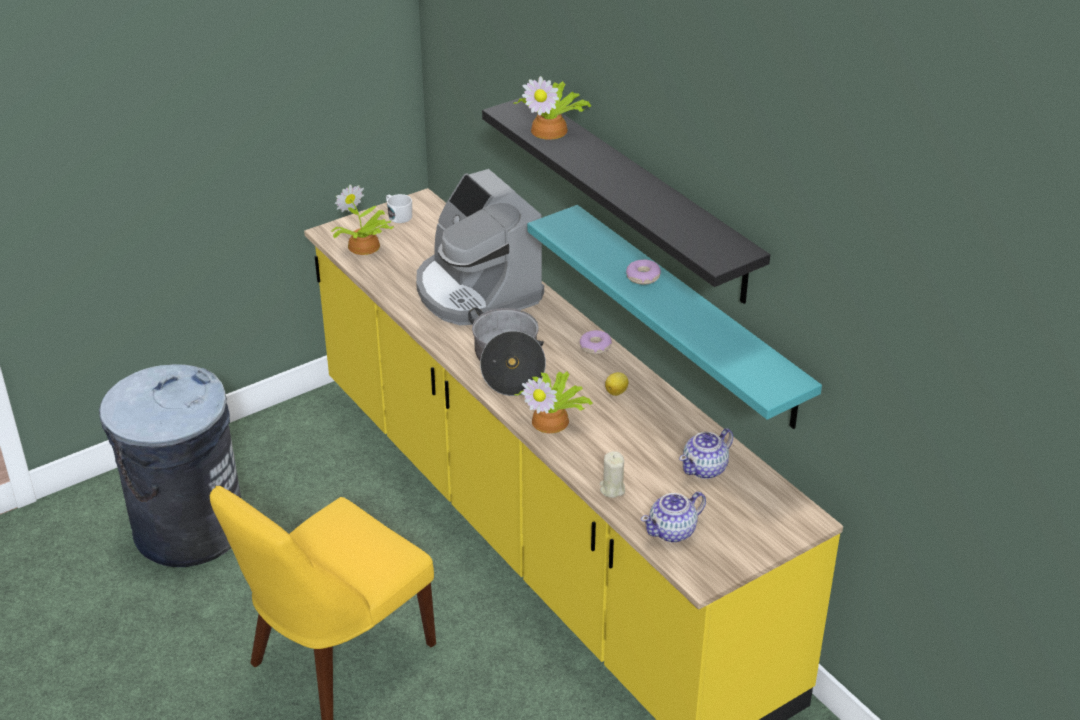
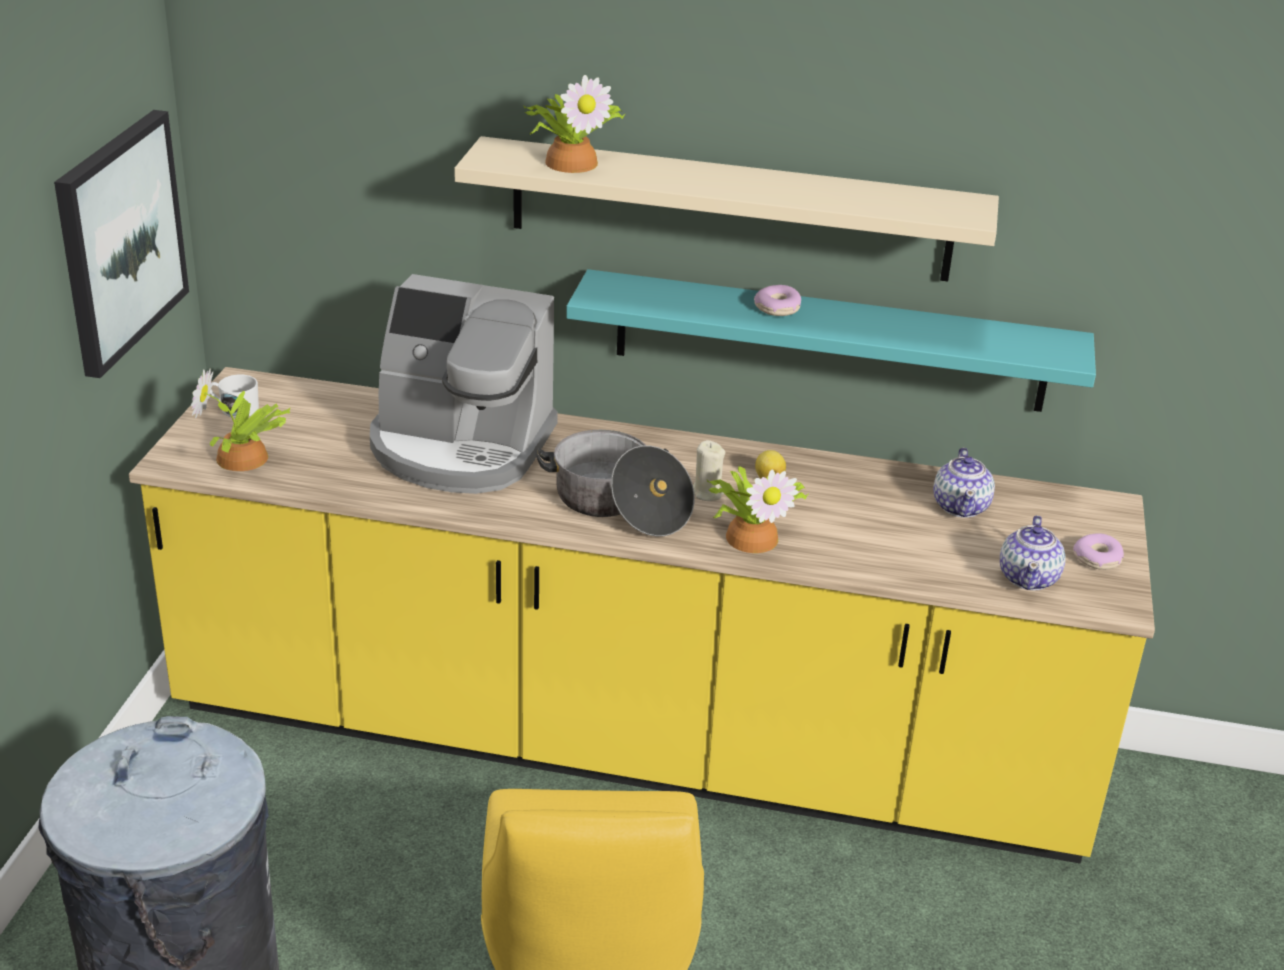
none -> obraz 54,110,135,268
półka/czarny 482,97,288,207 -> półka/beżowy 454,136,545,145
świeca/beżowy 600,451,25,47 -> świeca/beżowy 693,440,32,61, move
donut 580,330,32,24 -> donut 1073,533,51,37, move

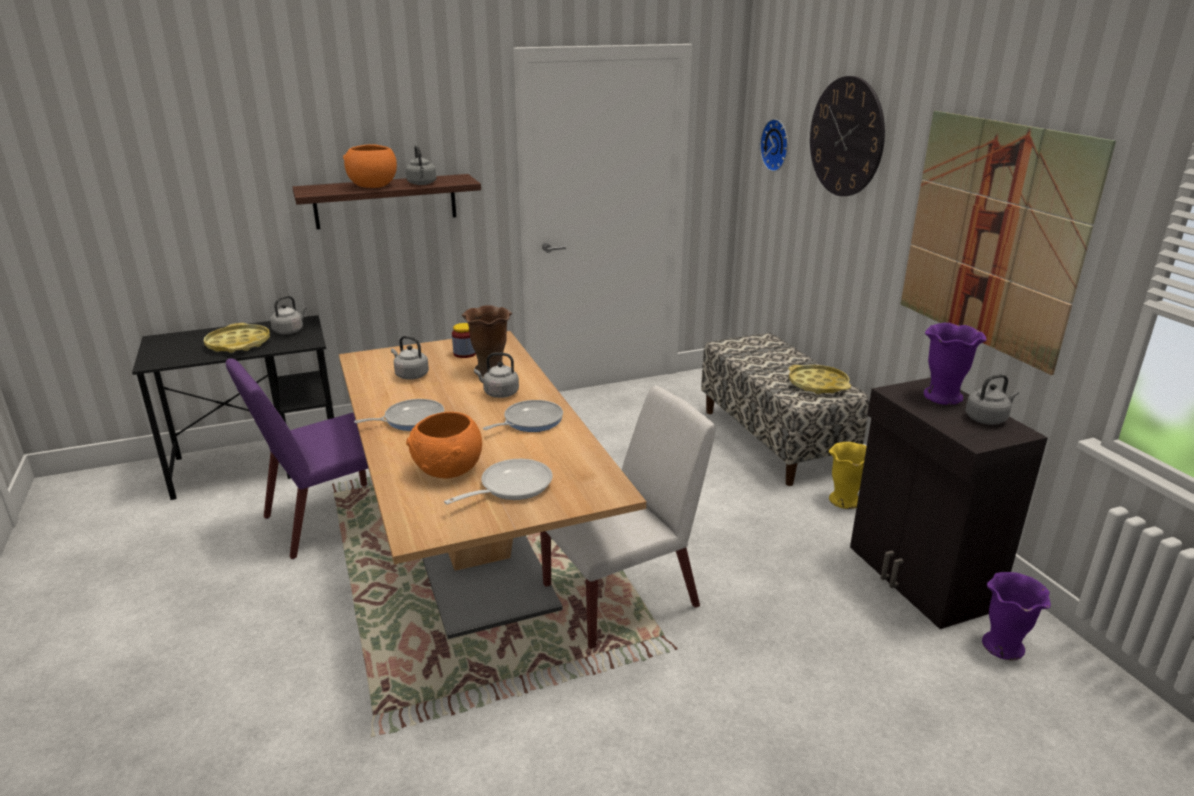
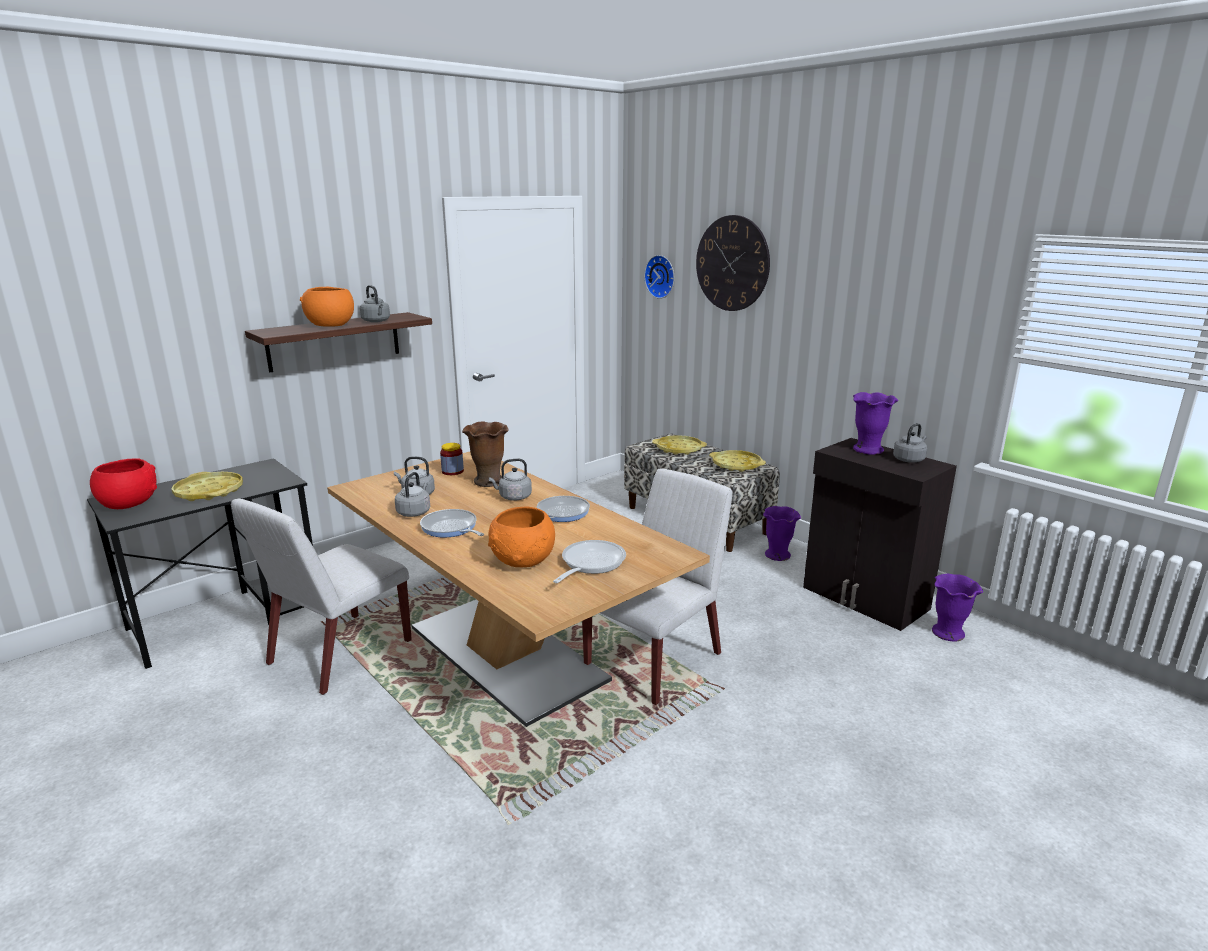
none -> miska/czerwony 90,458,67,51
krzesło/fioletowy 226,358,142,201 -> krzesło/biały 231,499,181,196
czajnik/szary 270,296,37,38 -> czajnik/szary 395,472,35,45, move
patelnia 354,399,90,32 -> patelnia 420,509,64,29, 90 degrees counterclockwise
none -> taca/żółty 652,435,55,20
wazon/żółty 829,442,38,67 -> wazon/fioletowy 763,506,38,55
obraz 901,111,215,264 -> none

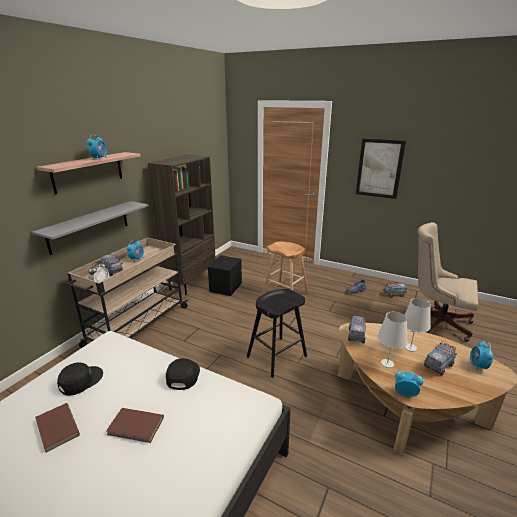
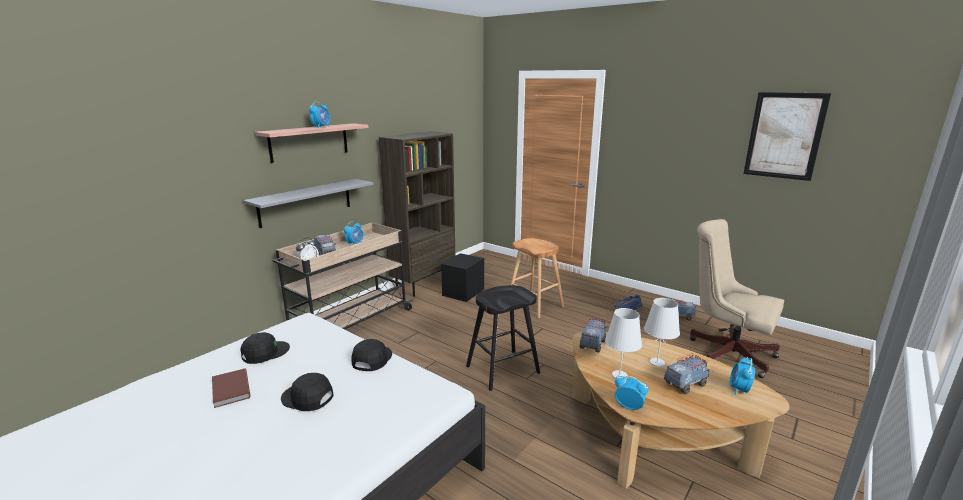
książka/brązowy 106,408,58,35 -> czapka z daszkiem/czarny 281,373,53,38
obraz 356,138,50,61 -> obraz 744,92,87,89, move

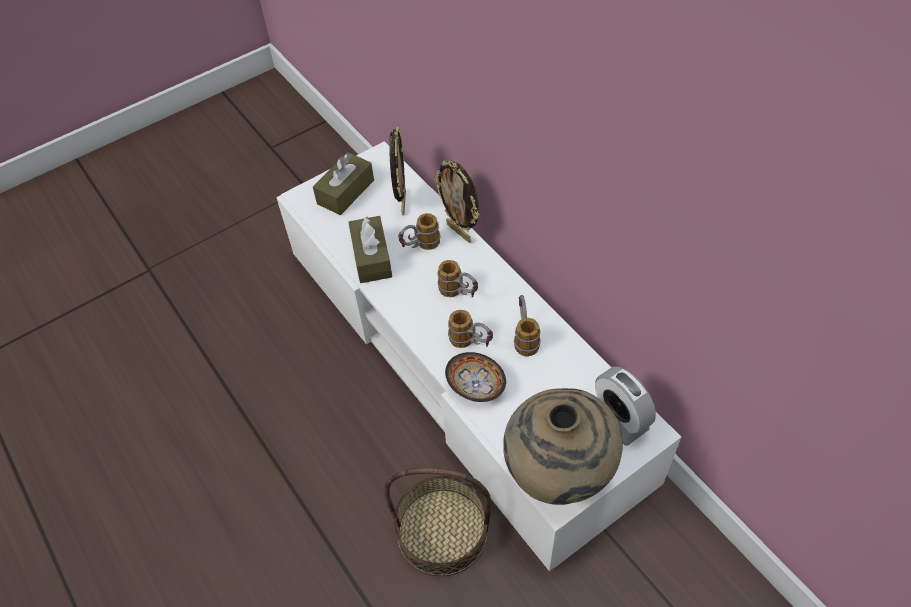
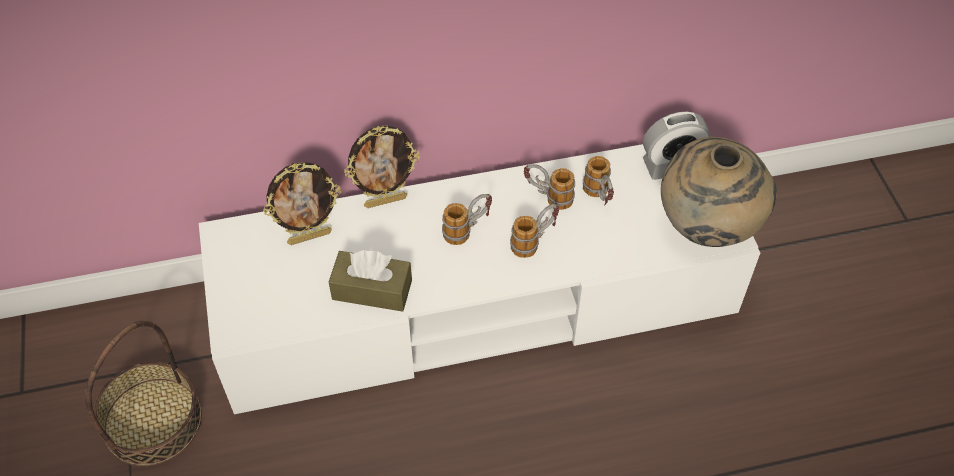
koszyk 384,468,107,109 -> koszyk 85,320,117,146, move
ramka na zdjęcie 389,126,17,90 -> ramka na zdjęcie 263,162,78,83, 135 degrees clockwise
kubek 398,213,42,37 -> kubek 583,156,31,50, move
pudełko chusteczek/brązowy 313,152,61,63 -> none
miska 445,352,61,50 -> none

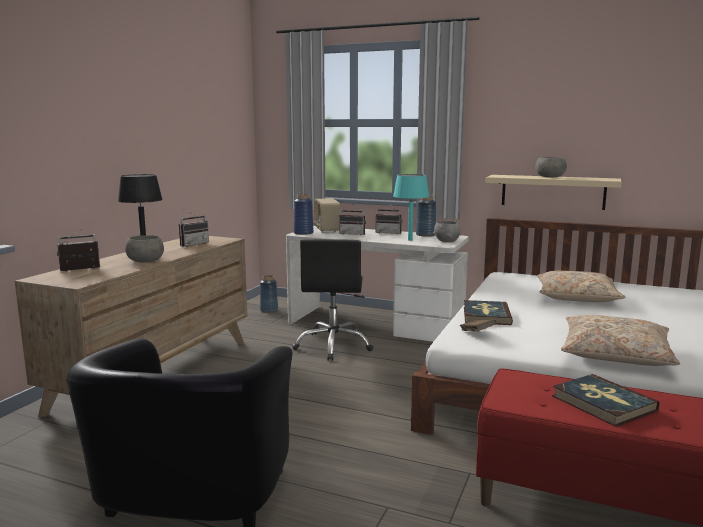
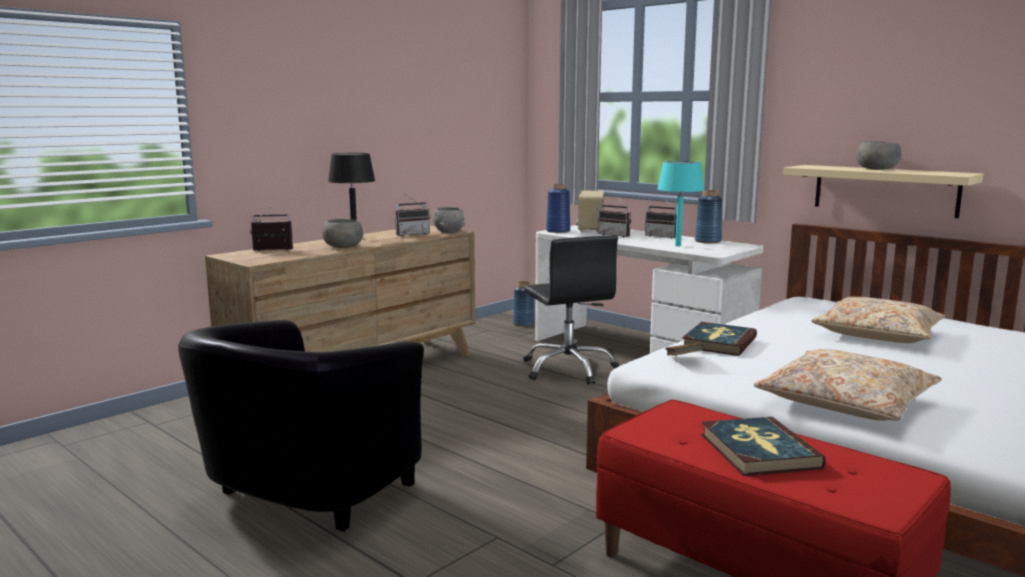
miska/szary 433,221,28,21 -> miska/szary 433,207,32,26, move
krzesło biurowe/czarny 292,239,81,121 -> krzesło biurowe/czarny 523,236,96,149, 45 degrees counterclockwise

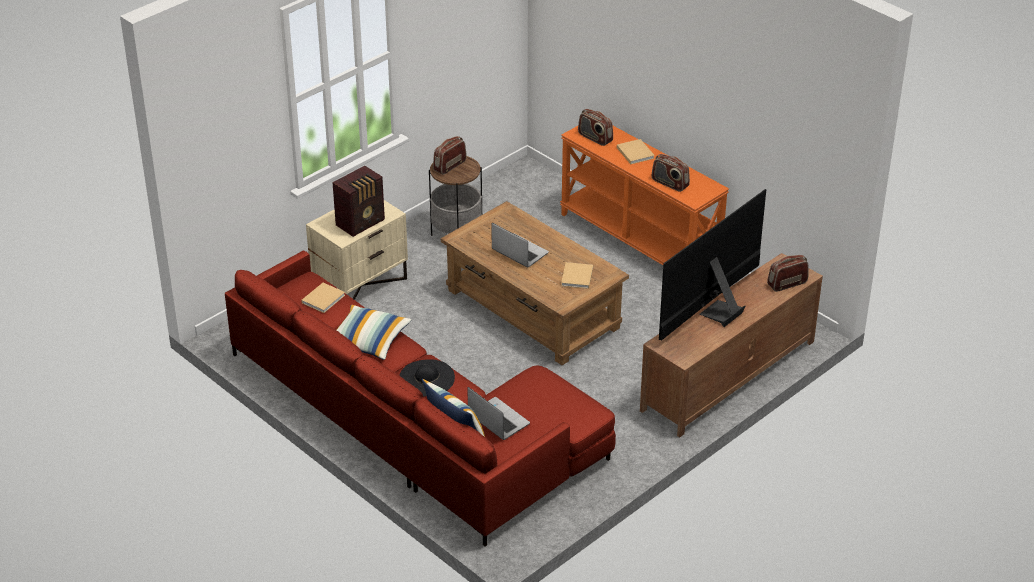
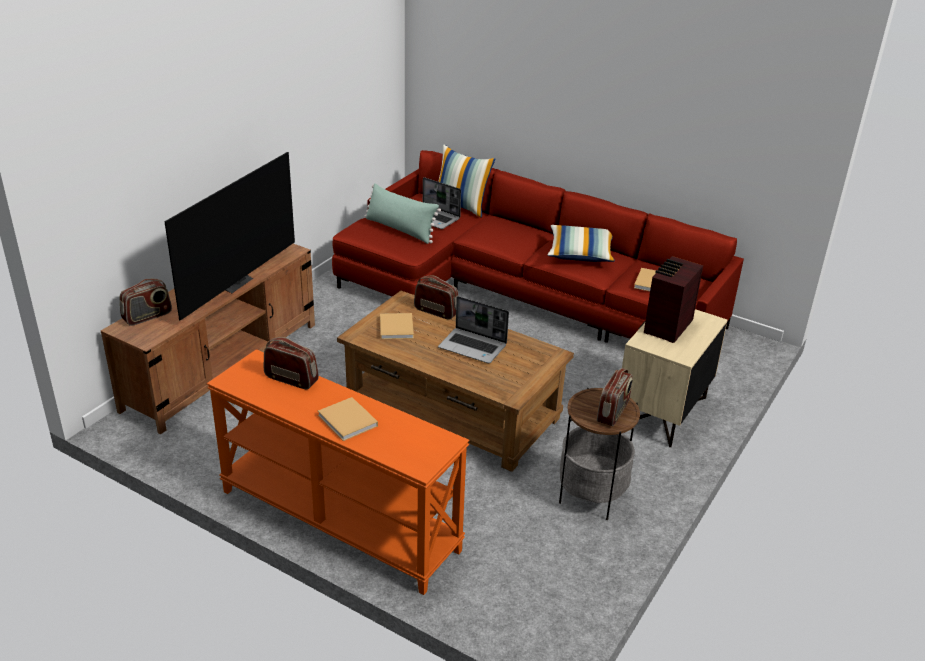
none -> poduszka/zielony 364,183,77,61
radio 578,109,35,37 -> radio 414,276,44,44, move
kapelusz/czarny 399,359,56,38 -> none

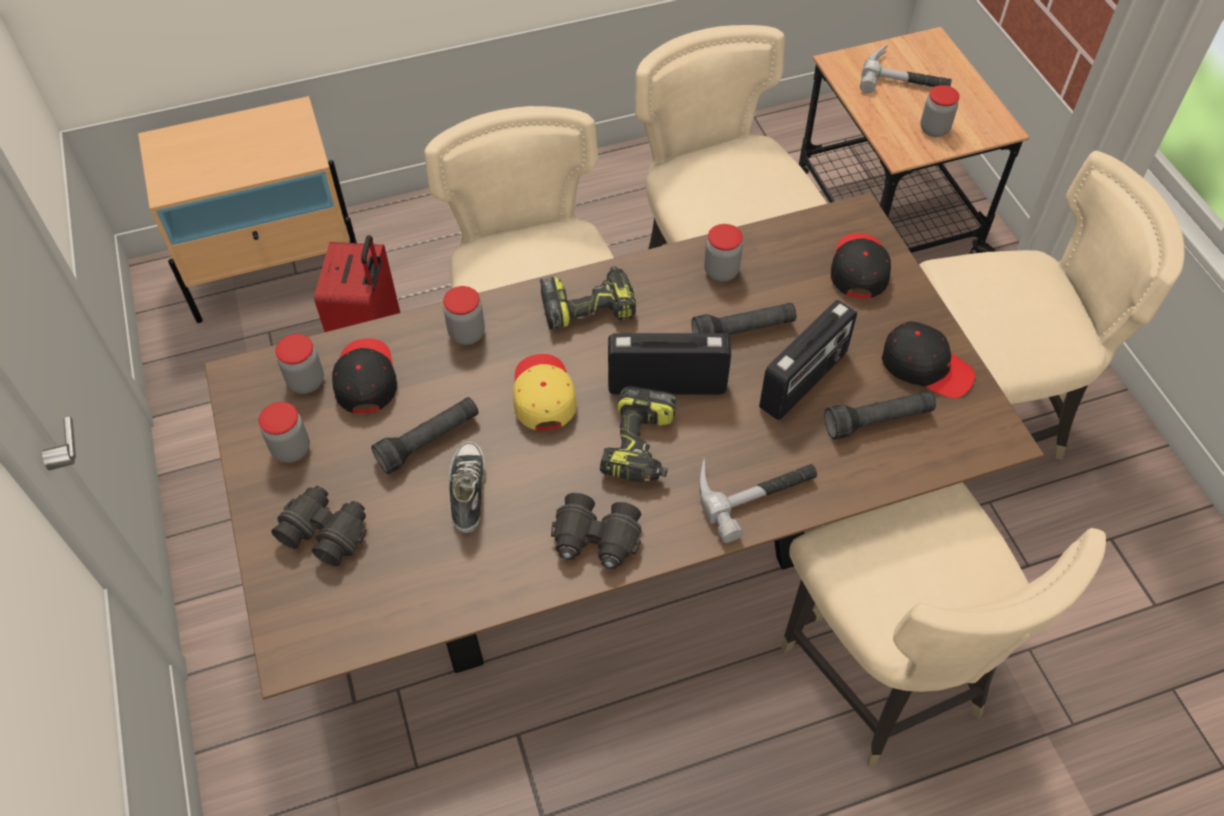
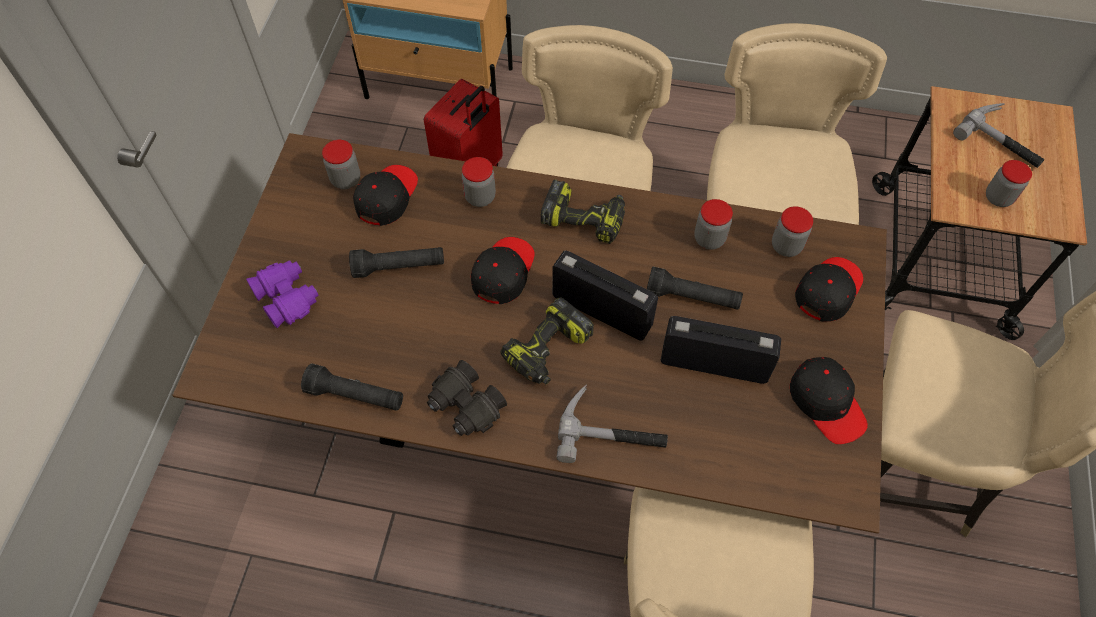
lornetka/czarny 271,486,95,80 -> lornetka/fioletowy 246,260,73,68
latarka/czarny 824,391,112,49 -> latarka/czarny 301,364,102,47, move
czapka z daszkiem/żółty 513,354,64,76 -> czapka z daszkiem/czarny 471,237,64,67
radio 759,300,98,120 -> radio 661,316,120,68, 150 degrees counterclockwise
słoik 259,402,51,61 -> słoik 772,206,41,51, move
but 449,442,37,91 -> none

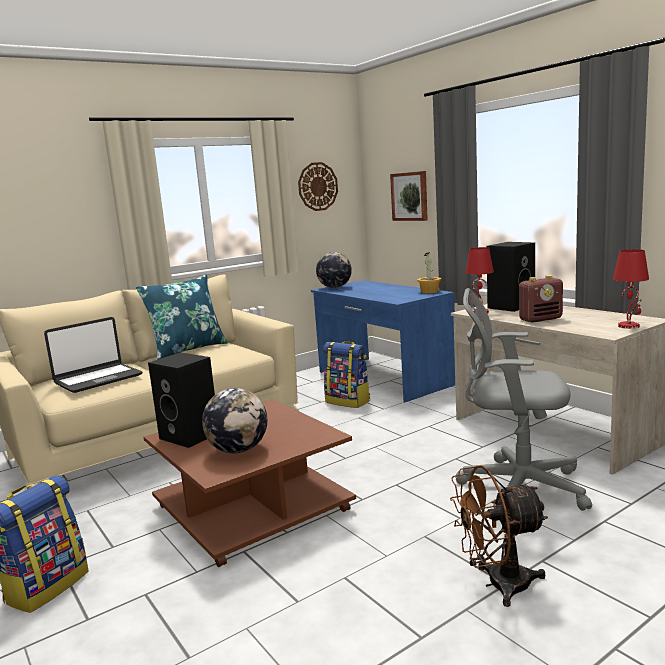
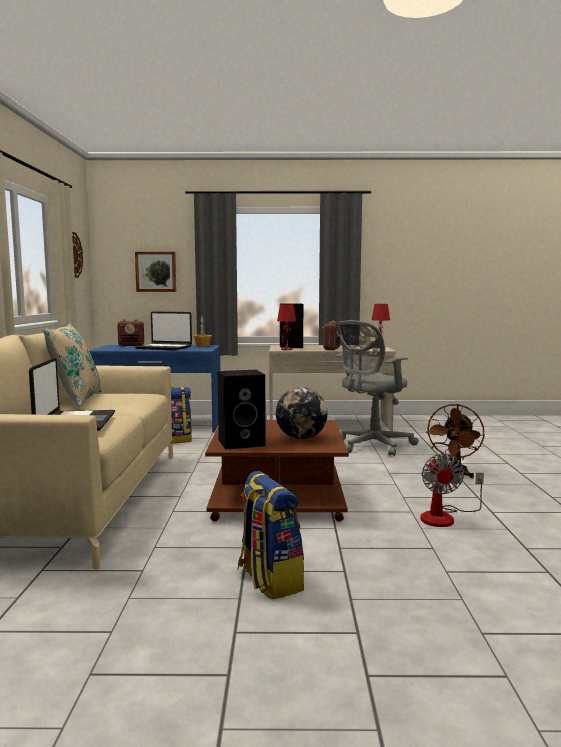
poduszka/niebieski 136,275,92,85 -> poduszka/beżowy 43,324,58,84
none -> radio 117,319,27,27
none -> laptop 135,312,57,38
none -> wentylator 420,453,64,74
globus 316,252,36,36 -> none

